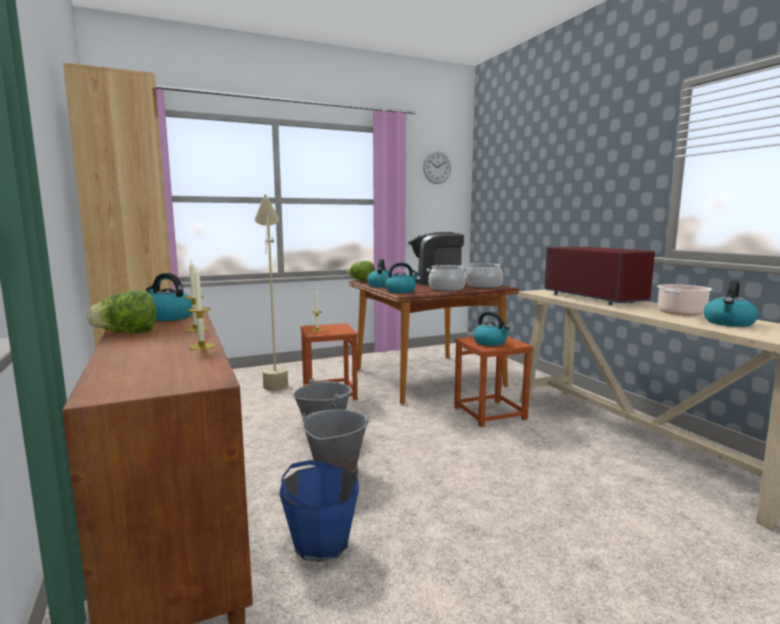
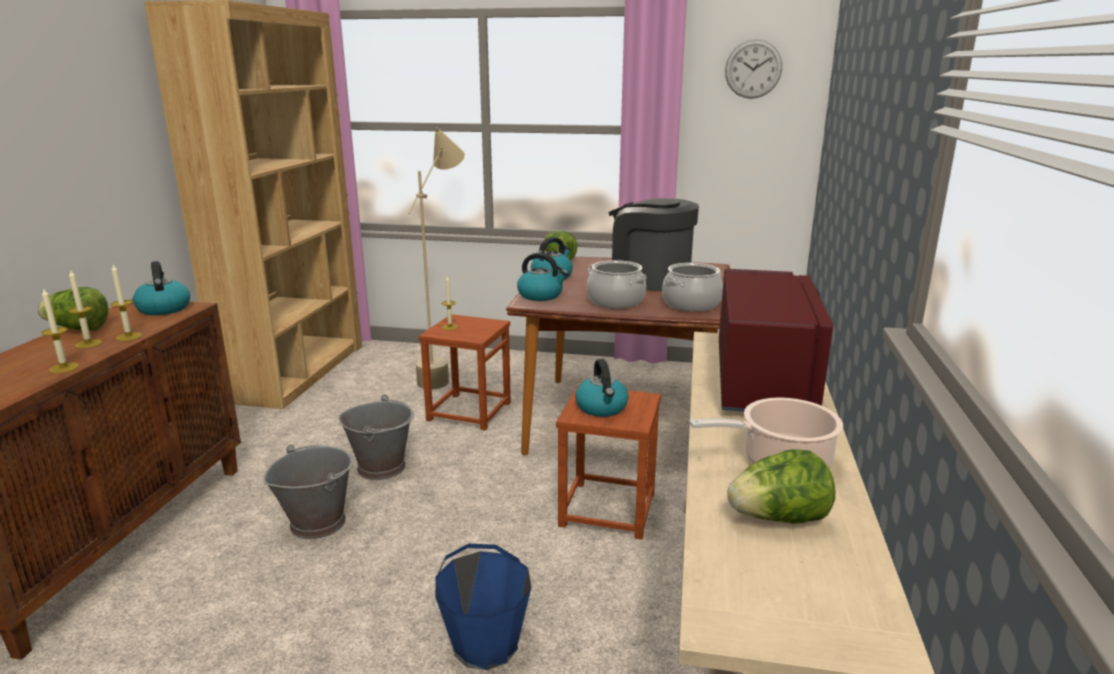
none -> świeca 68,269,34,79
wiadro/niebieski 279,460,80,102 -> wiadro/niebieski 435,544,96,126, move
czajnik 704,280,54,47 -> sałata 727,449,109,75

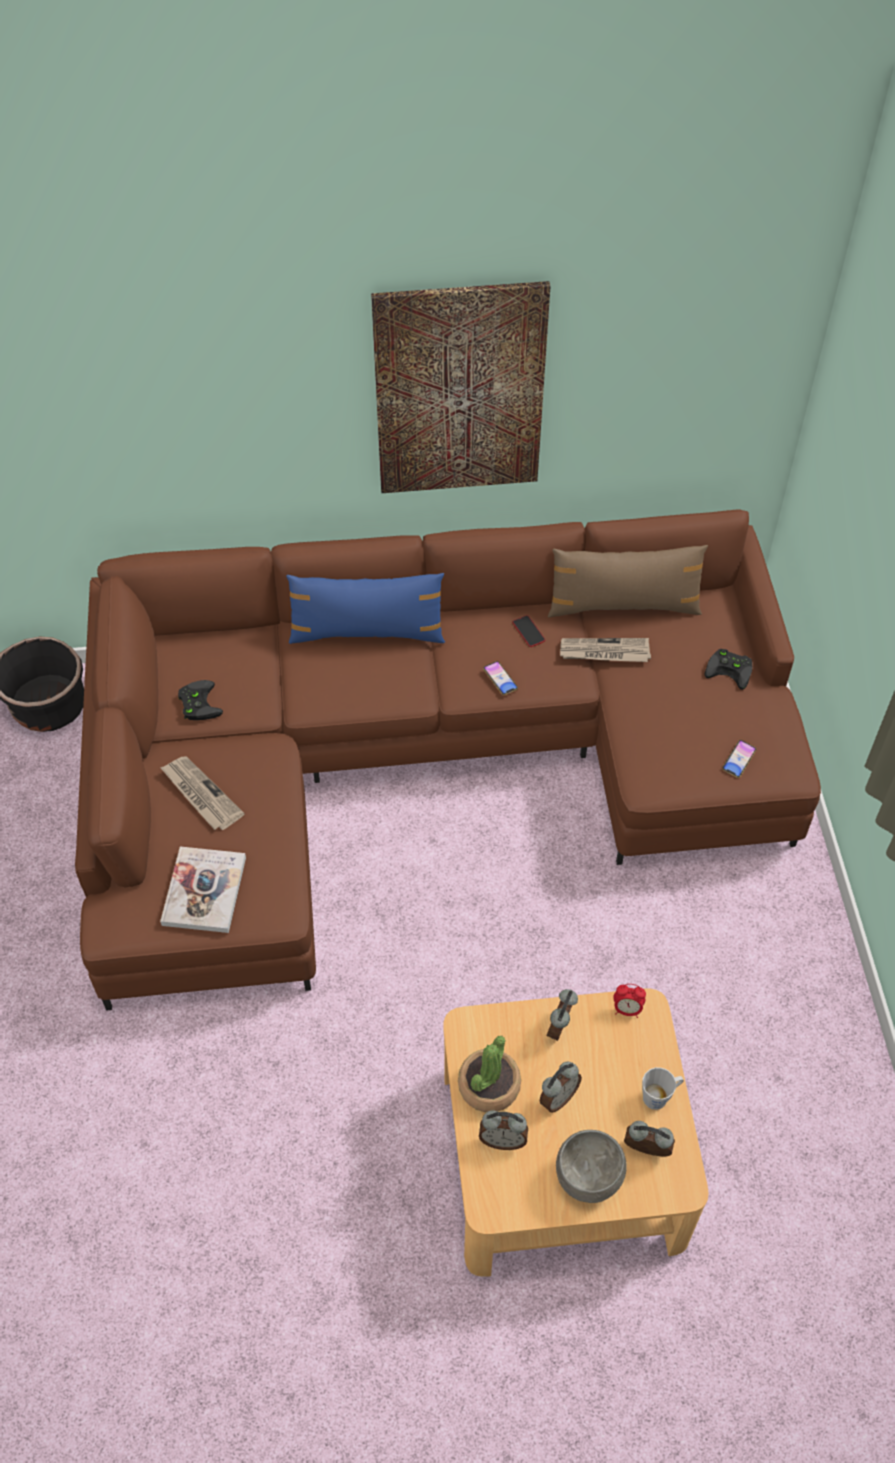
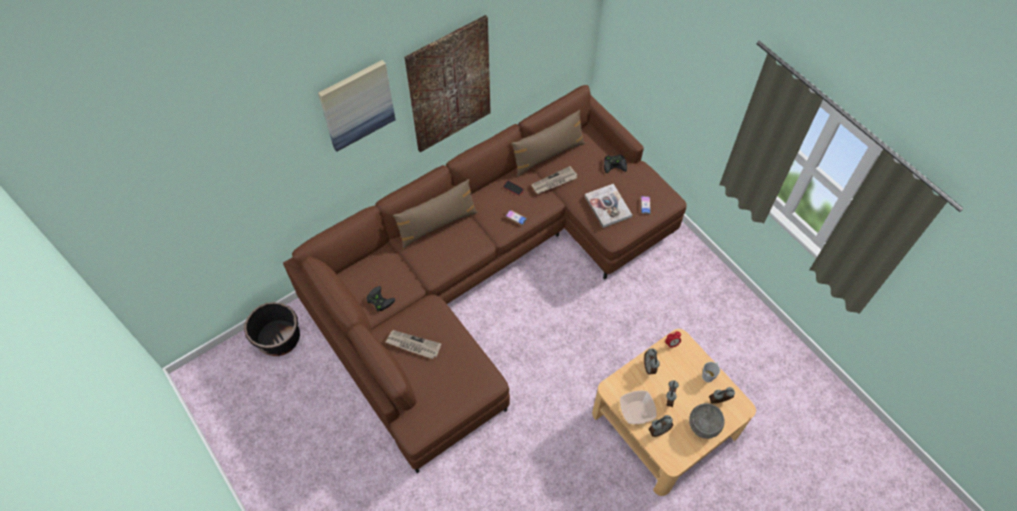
none -> obraz 318,60,78,92
poduszka/niebieski 286,573,159,71 -> poduszka/brązowy 393,179,85,70
książka 160,846,86,87 -> książka 585,184,47,44, move
roślina doniczkowa 458,1036,63,76 -> miska 620,390,37,34

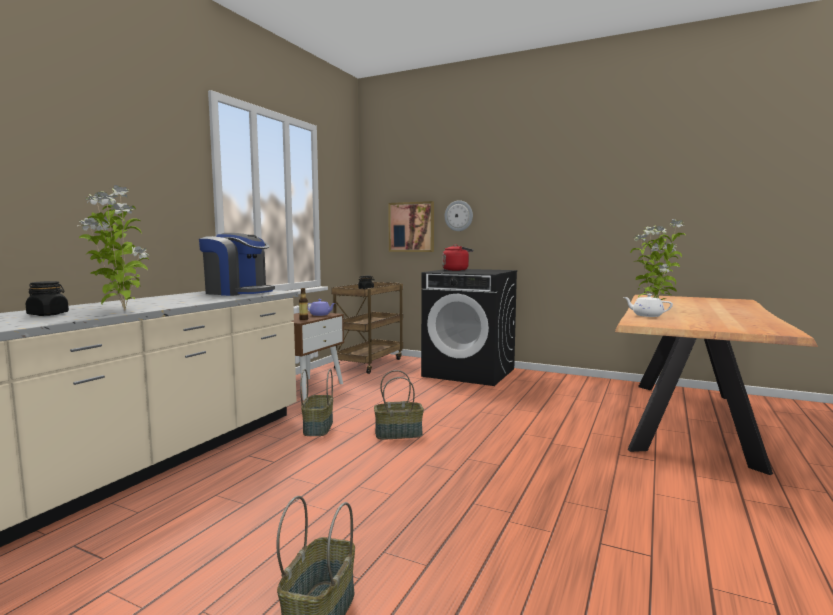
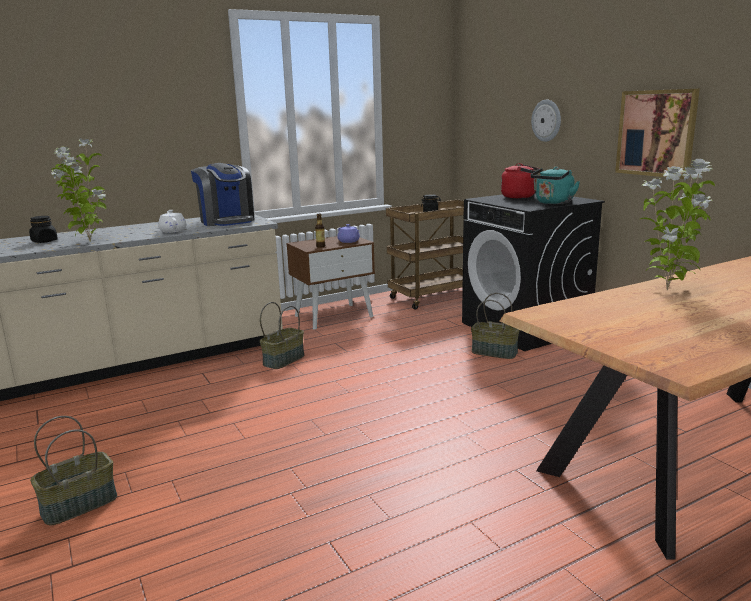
imbryk/biały 623,294,50,23 -> imbryk/biały 158,210,29,23, move
koszyk 374,370,50,70 -> koszyk 471,293,49,66, move
none -> czajnik/turkusowy 531,167,49,37
obraz 388,201,46,51 -> obraz 615,89,85,90, move

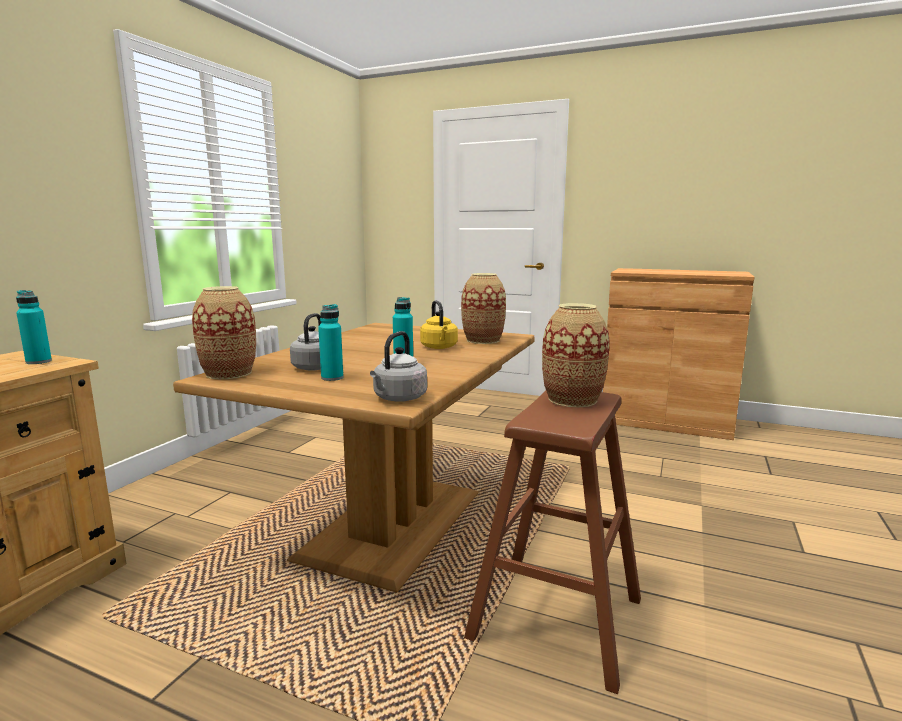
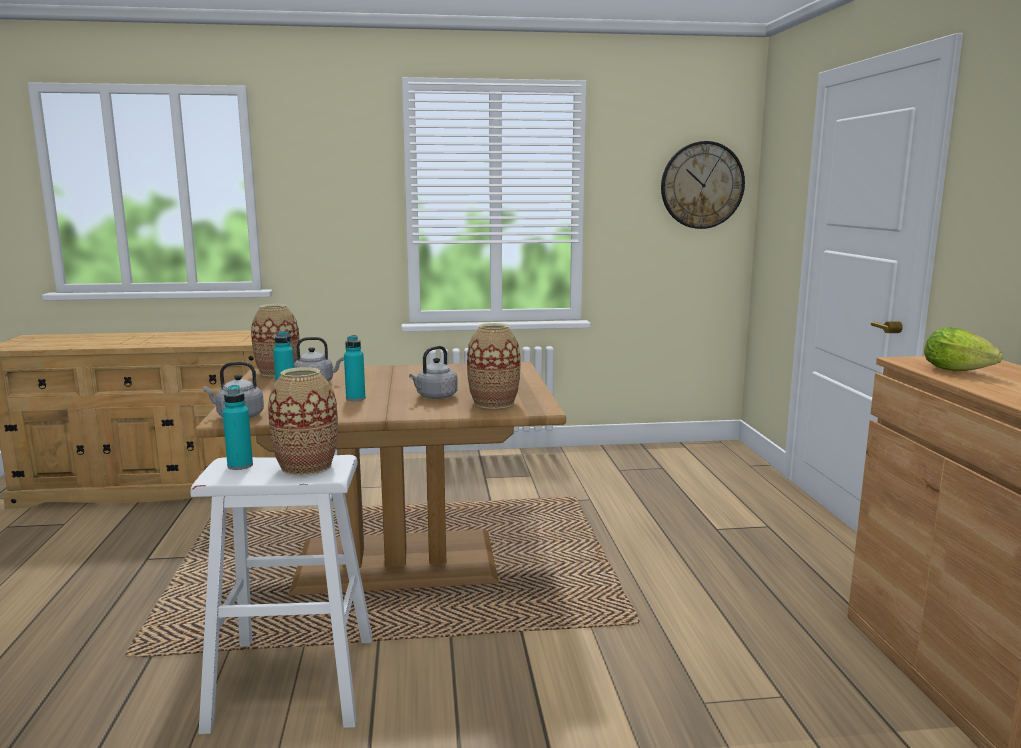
stołek/brązowy 464,391,177,303 -> stołek/biały 191,455,181,279
butelka/turkusowy 16,290,36,74 -> butelka/turkusowy 223,385,30,85, move
czajnik/żółty 420,300,38,49 -> czajnik/szary 409,346,49,53
none -> zegar ścienny 661,141,84,88
none -> sałata 924,327,79,45

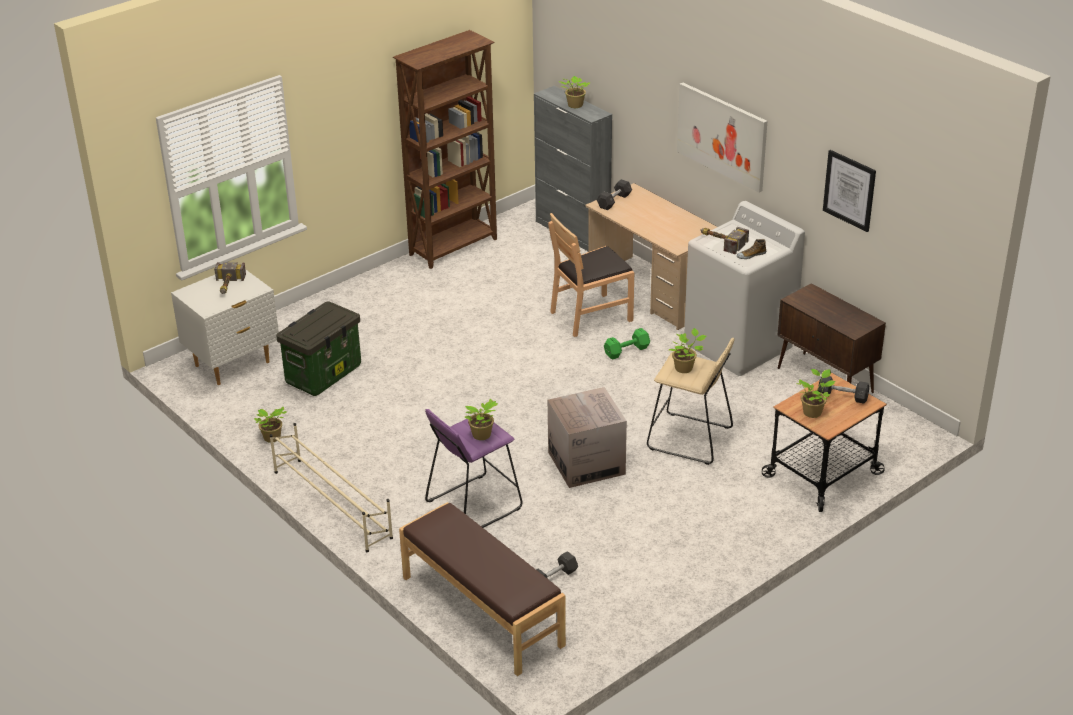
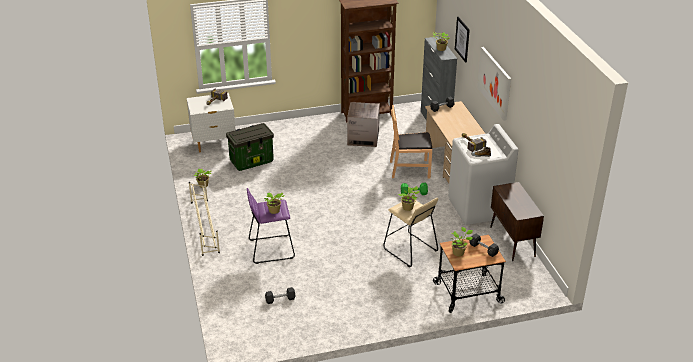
karton 548,387,79,101 -> karton 347,102,33,45, move
obraz 823,150,53,82 -> obraz 455,17,15,46, move
ławka/brązowy 399,502,167,174 -> none

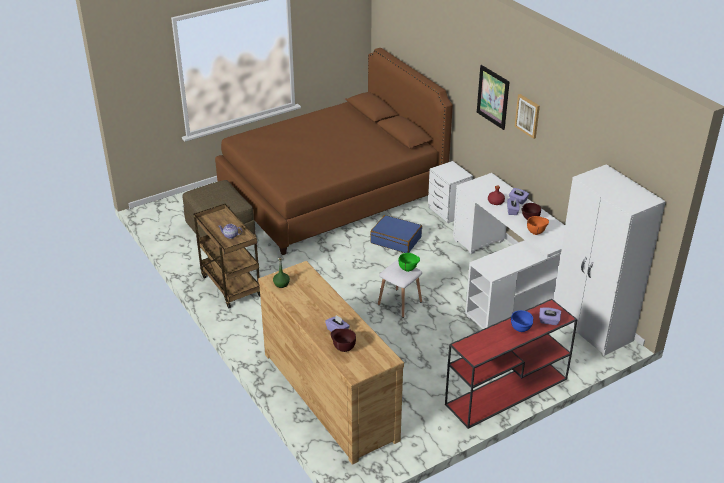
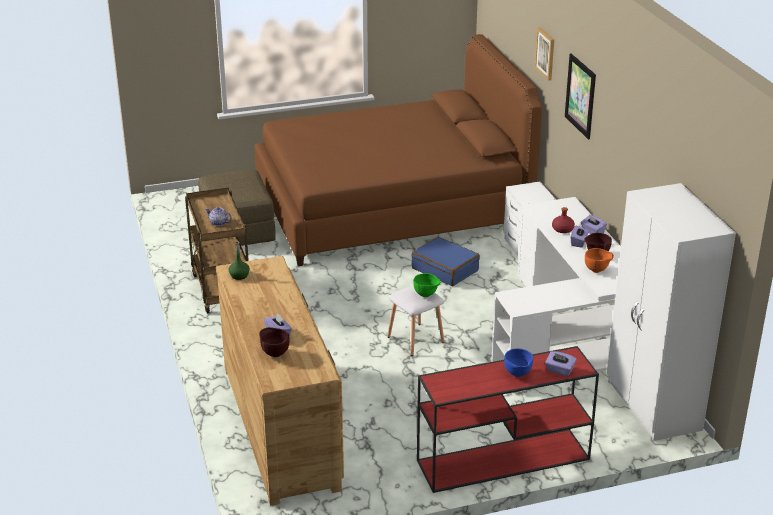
obraz 515,94,25,45 -> obraz 535,27,19,54, move

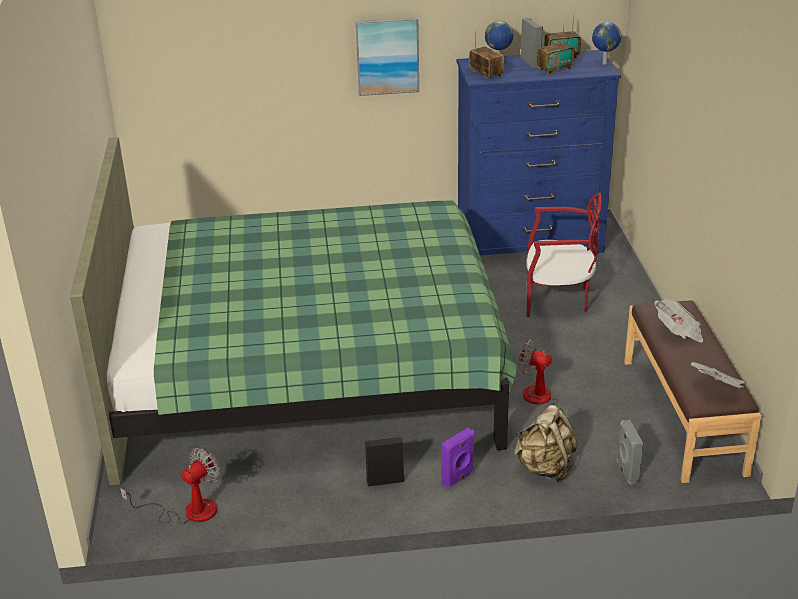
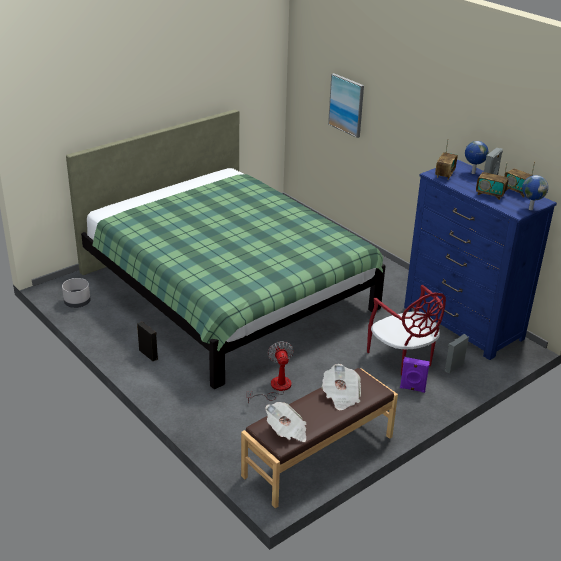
wentylator 120,448,100,76 -> donica/szary 62,278,28,30
obraz 356,17,63,79 -> obraz 328,73,36,65, move
głośnik/fioletowy 441,428,34,60 -> głośnik/fioletowy 400,357,30,36, move
głośnik/szary 616,420,27,65 -> głośnik/szary 445,334,24,40, move
plecak/beżowy 514,405,64,77 -> none

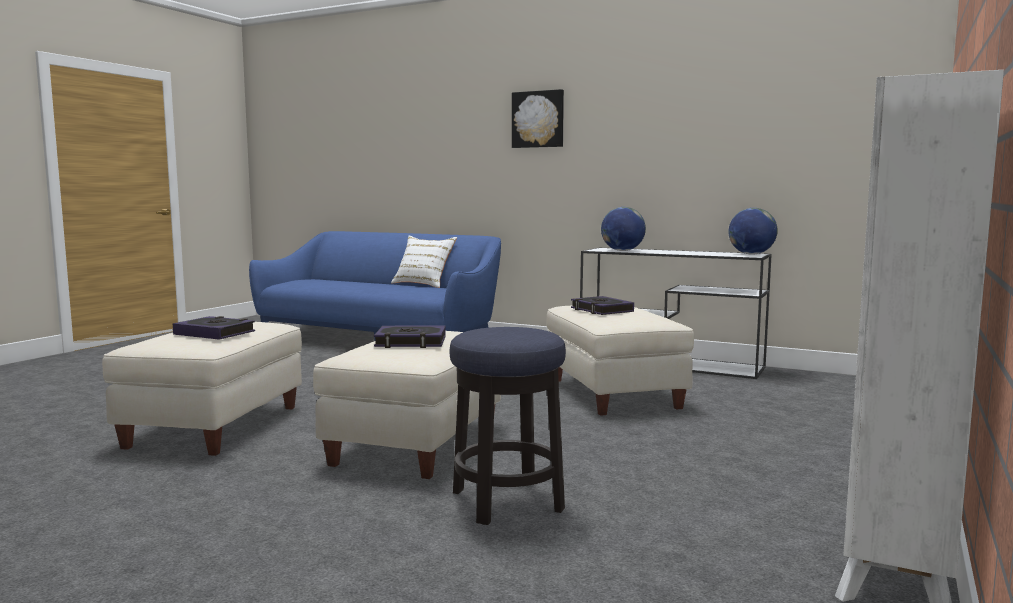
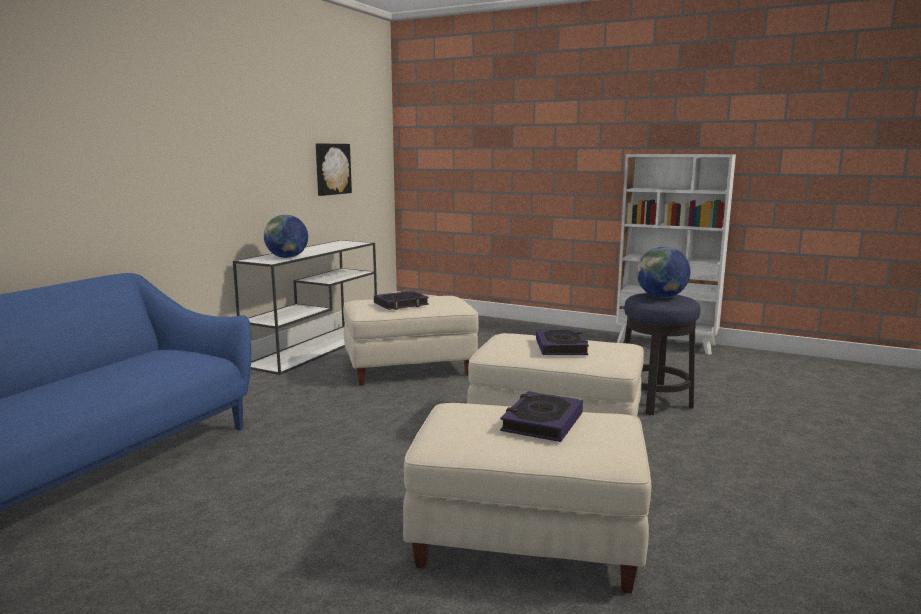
obraz 512,89,52,59 -> obraz 316,143,36,53, move
globus 728,208,50,47 -> globus 637,247,53,51, move
poduszka/biały 391,236,66,52 -> none

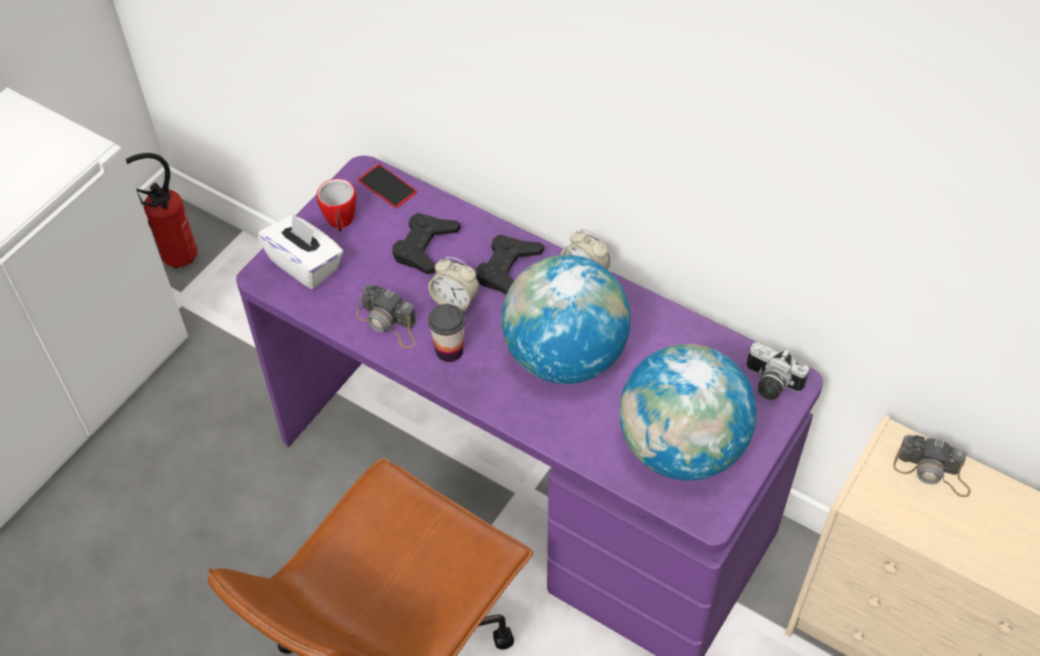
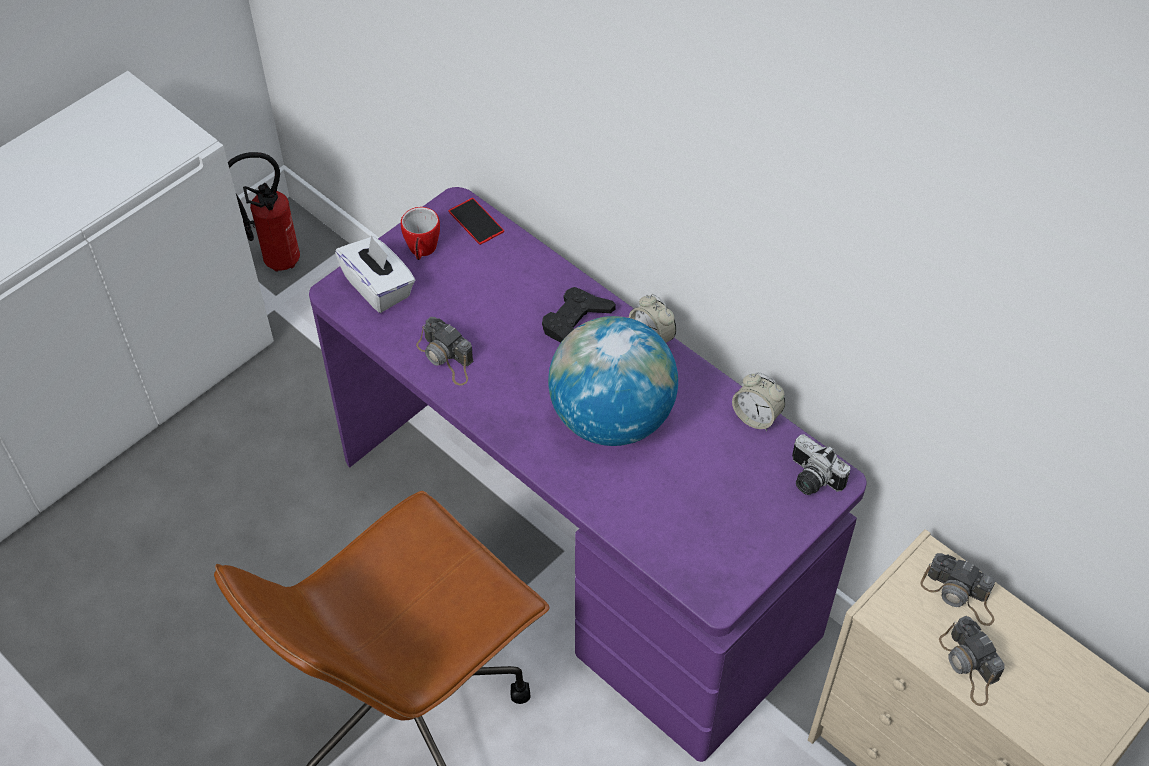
budzik 428,257,51,55 -> budzik 732,372,53,59, move
none -> aparat fotograficzny 939,616,66,90
pad do gier/czarny 392,213,69,61 -> none
filiżanka 428,304,37,58 -> none
globus 619,344,138,137 -> none

